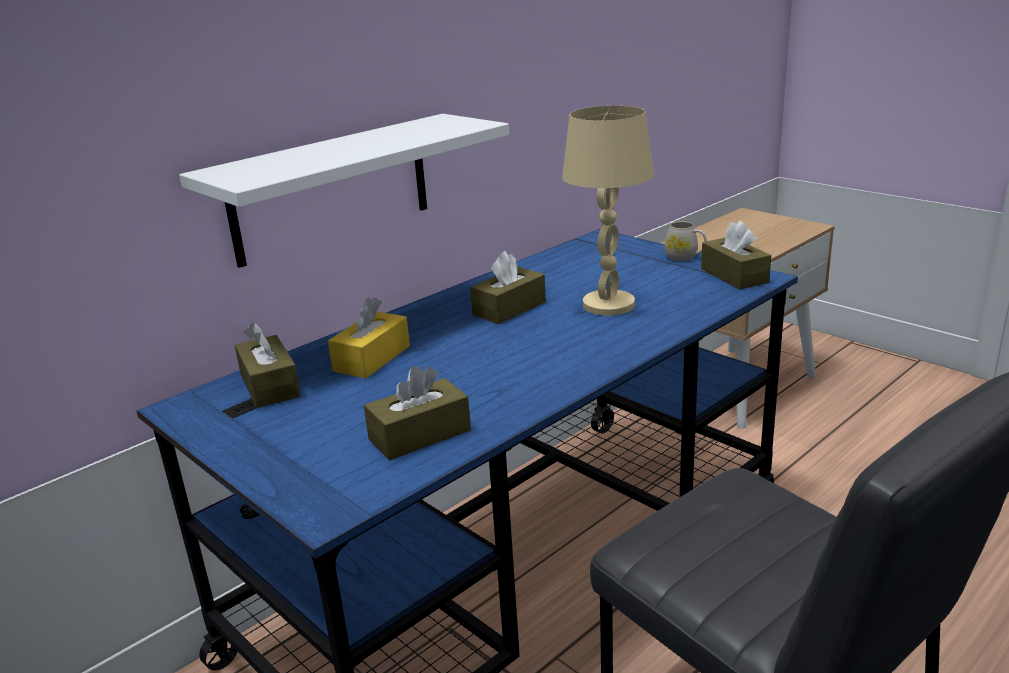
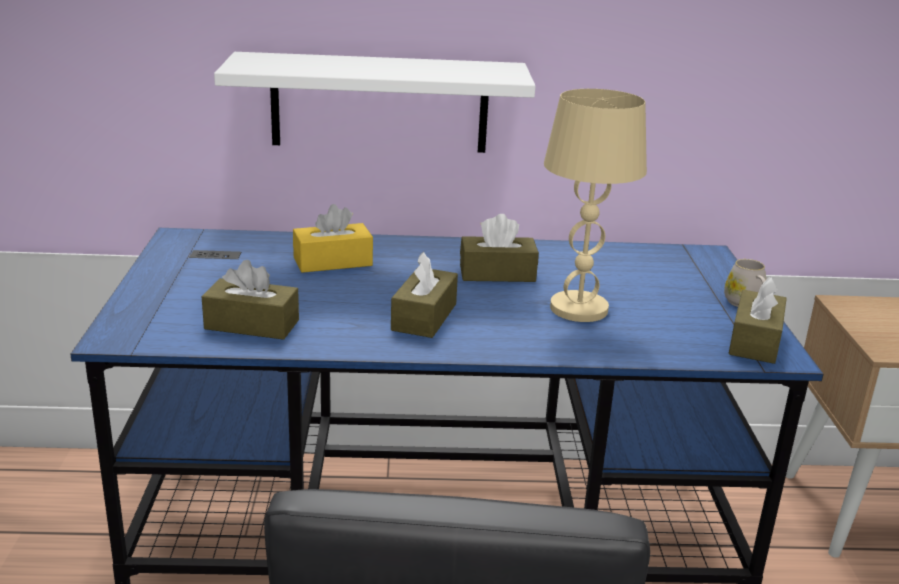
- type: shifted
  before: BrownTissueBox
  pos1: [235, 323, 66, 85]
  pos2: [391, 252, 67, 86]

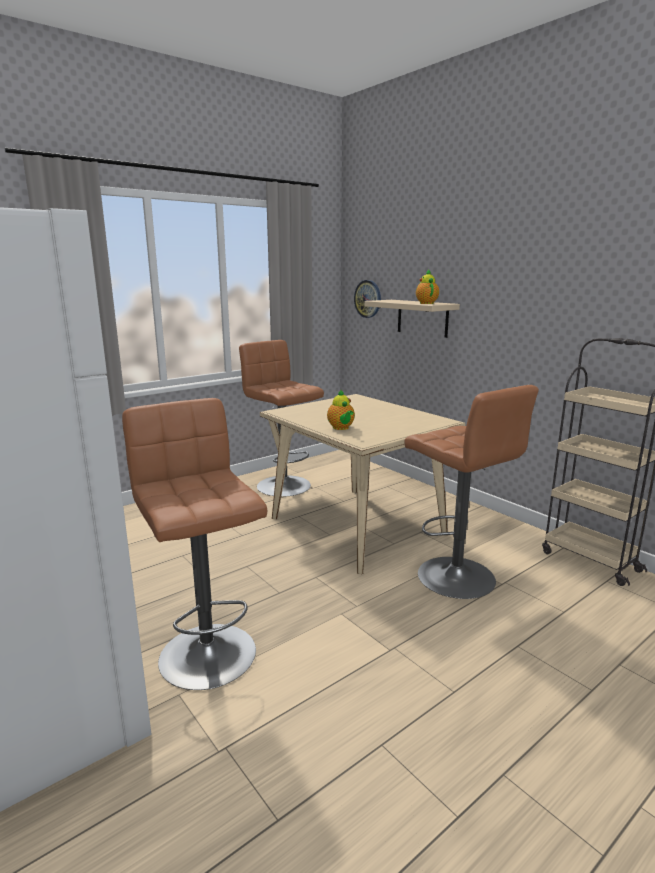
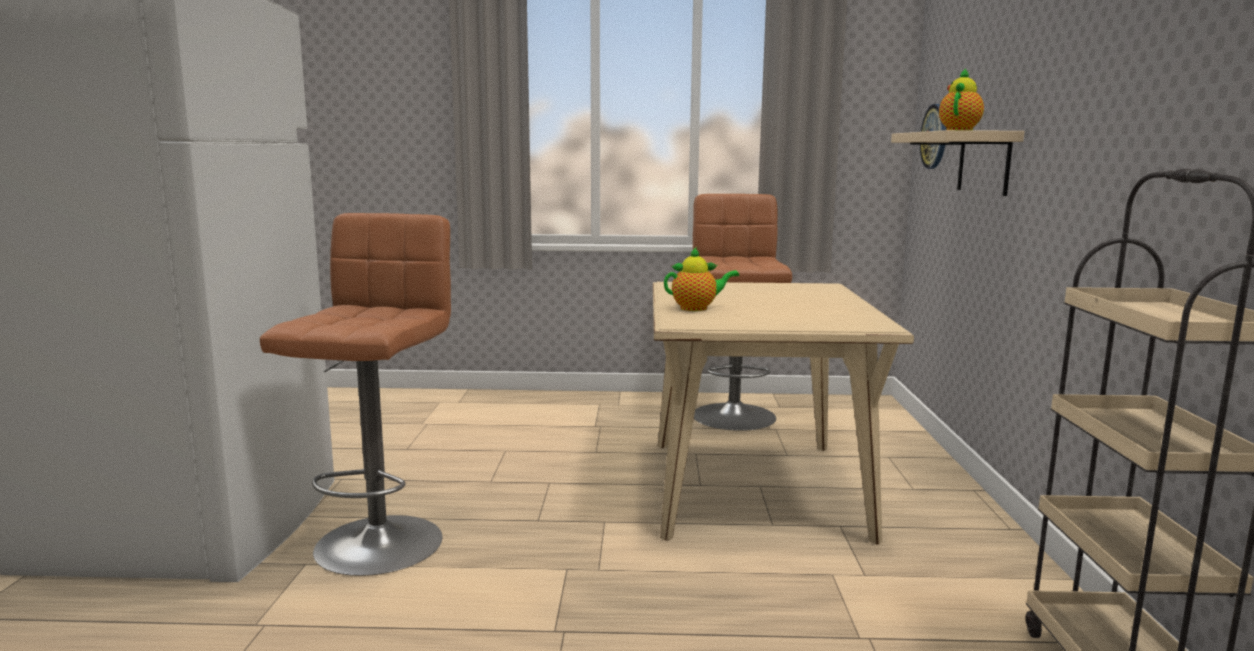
- type: rotated
  before: Teapot
  pos1: [327, 390, 28, 40]
  pos2: [664, 247, 75, 64]
  turn: -120
- type: gone
  before: BrownStool
  pos1: [405, 385, 134, 214]

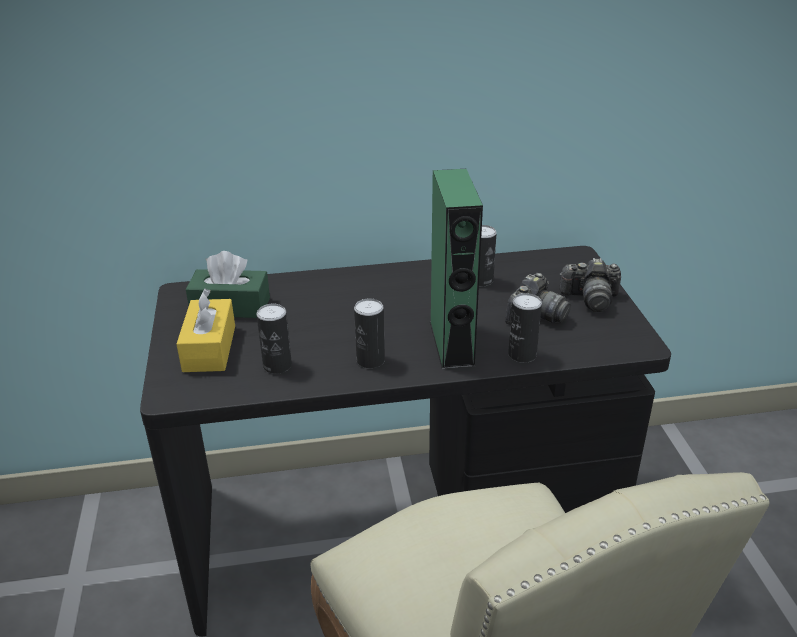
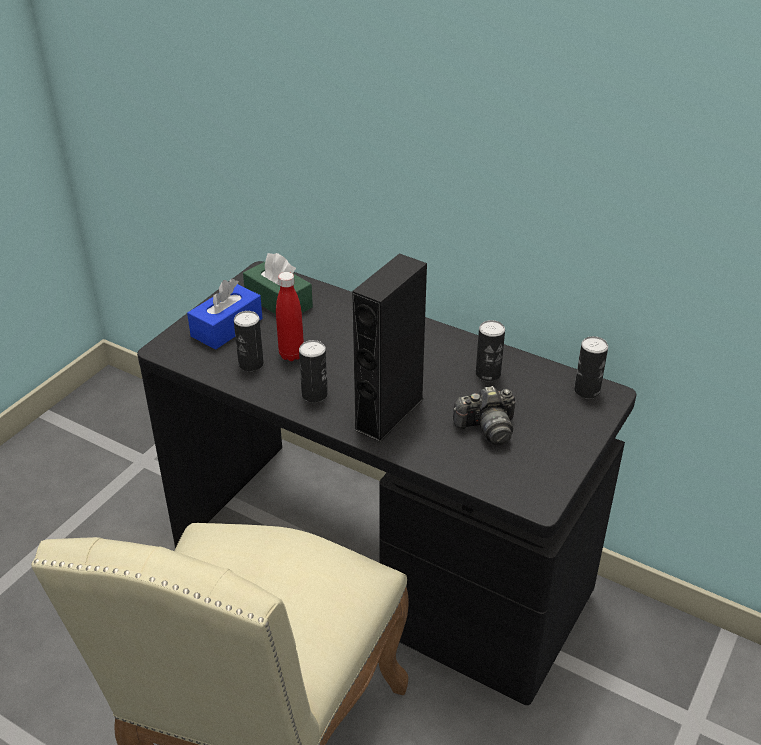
- type: repainted
  before: YellowTissueBox
  after: BlueTissueBox
  pos1: [176, 289, 59, 83]
  pos2: [187, 278, 76, 72]
- type: new
  after: RedBottle
  pos2: [276, 272, 28, 89]
- type: repainted
  before: GreenSpeaker
  after: BlackSpeaker
  pos1: [430, 169, 53, 200]
  pos2: [352, 253, 75, 189]
- type: shifted
  before: Can
  pos1: [508, 293, 34, 70]
  pos2: [574, 336, 34, 63]
- type: gone
  before: PhotoCamera
  pos1: [560, 258, 61, 54]

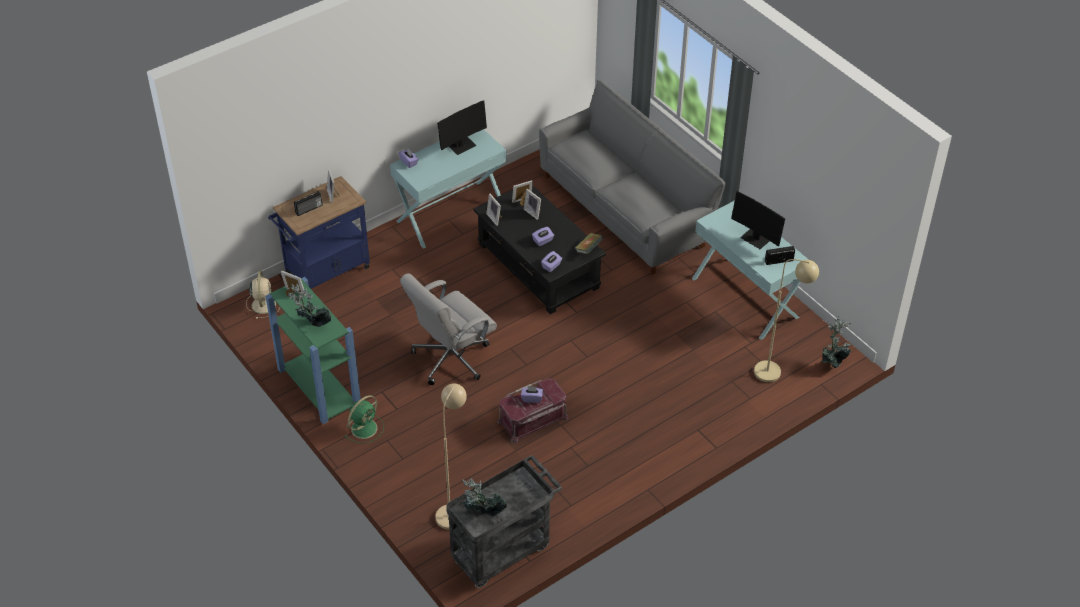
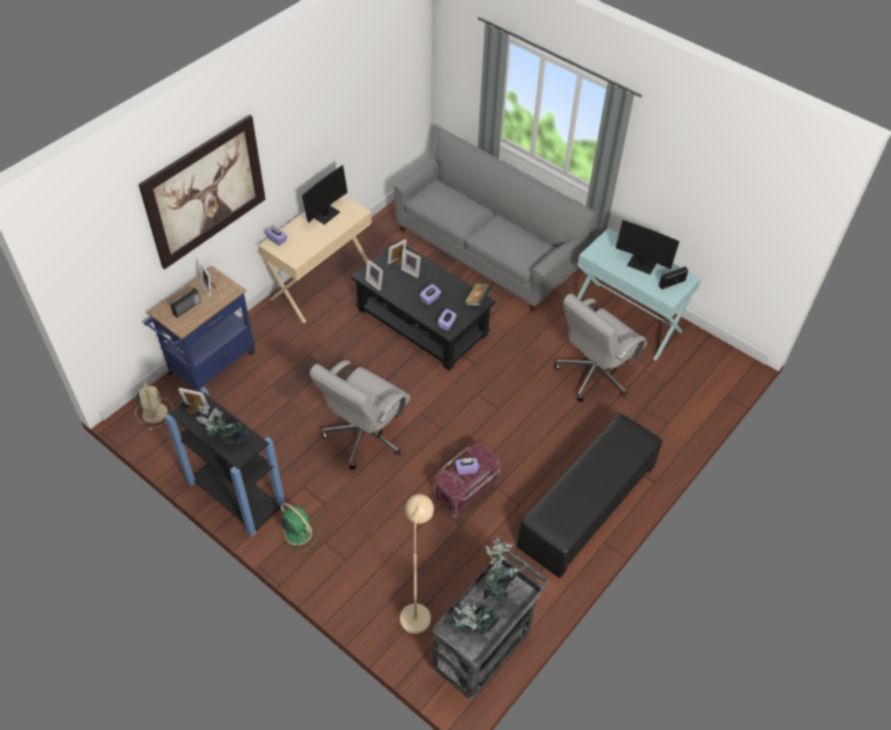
- type: new
  after: Picture
  pos2: [138, 114, 128, 155]
- type: repainted
  before: GreenBookcase
  after: BlackBookcase
  pos1: [265, 277, 96, 147]
  pos2: [165, 387, 120, 150]
- type: repainted
  before: TurquoiseDesk
  after: BeigeDesk
  pos1: [390, 129, 116, 120]
  pos2: [258, 196, 114, 127]
- type: rotated
  before: GreenFan
  pos1: [345, 395, 39, 49]
  pos2: [276, 502, 43, 49]
  turn: -75
- type: shifted
  before: PottedPlant
  pos1: [820, 316, 31, 52]
  pos2: [484, 537, 35, 63]
- type: new
  after: BlackBench
  pos2: [517, 414, 145, 164]
- type: new
  after: GreyOfficeChair
  pos2: [555, 294, 92, 108]
- type: gone
  before: BeigeFloorLamp
  pos1: [754, 259, 65, 123]

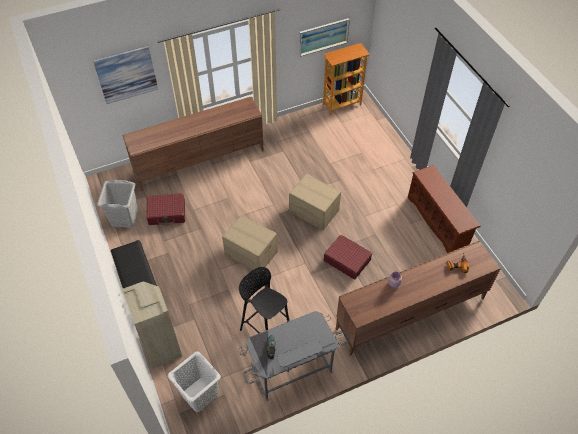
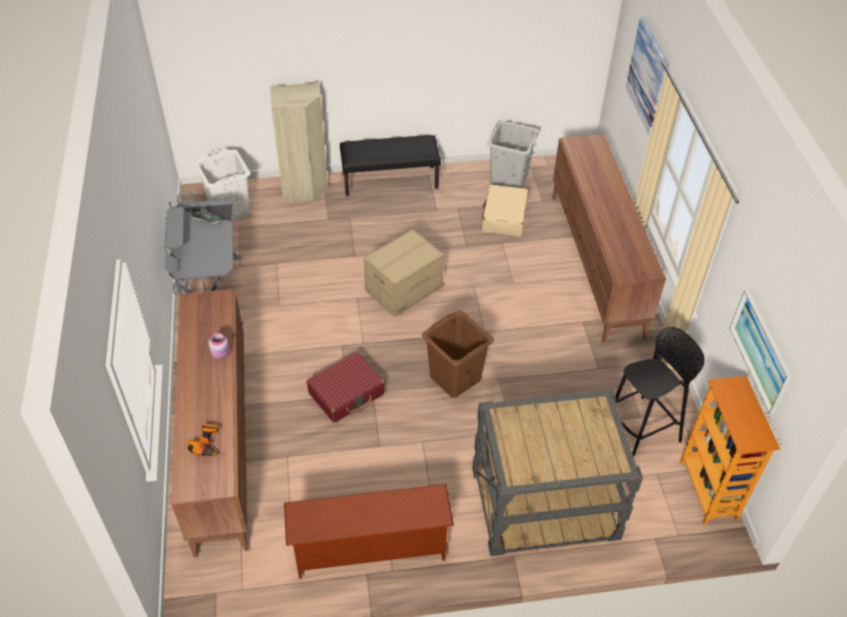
- type: swapped
  before: CardboardBox
  after: BrownLaundryBasket
  pos1: [289, 174, 52, 56]
  pos2: [422, 311, 72, 87]
- type: new
  after: Bookcase
  pos2: [472, 389, 171, 167]
- type: repainted
  before: RedSuitcase
  after: BeigeSuitcase
  pos1: [146, 193, 39, 33]
  pos2: [482, 185, 46, 52]
- type: shifted
  before: BlackStool
  pos1: [239, 267, 51, 66]
  pos2: [615, 327, 90, 130]

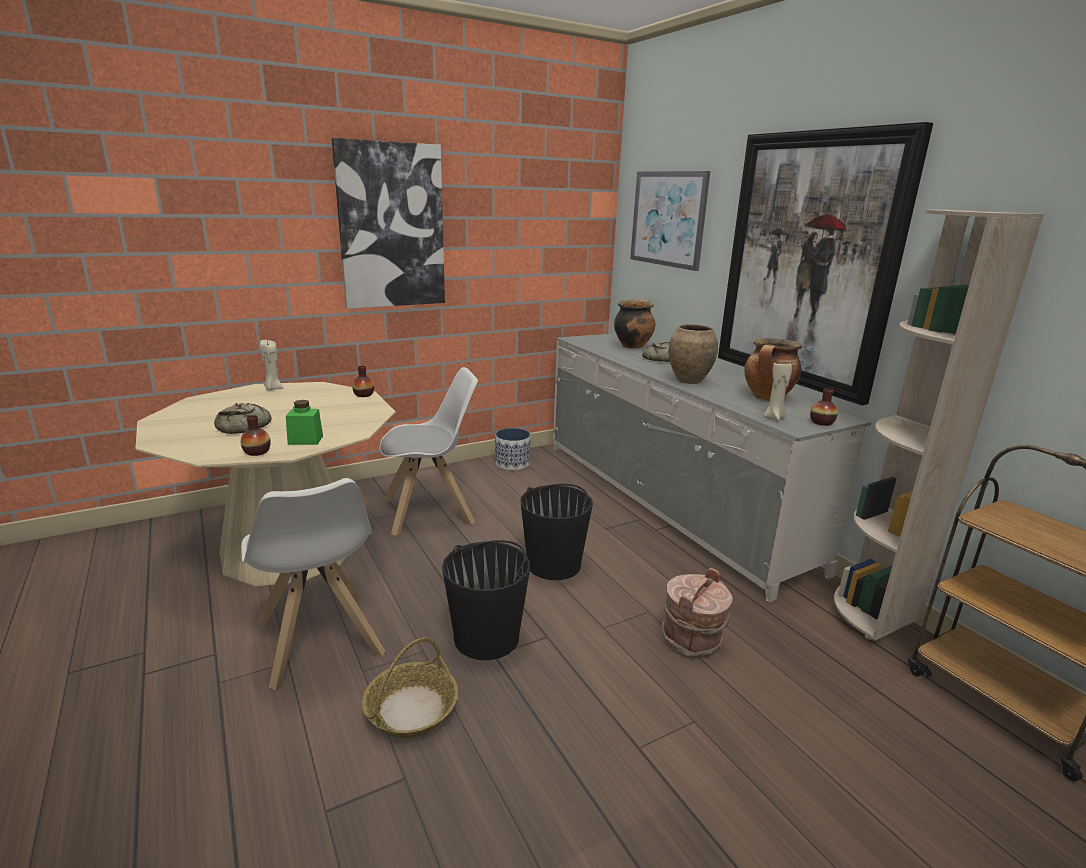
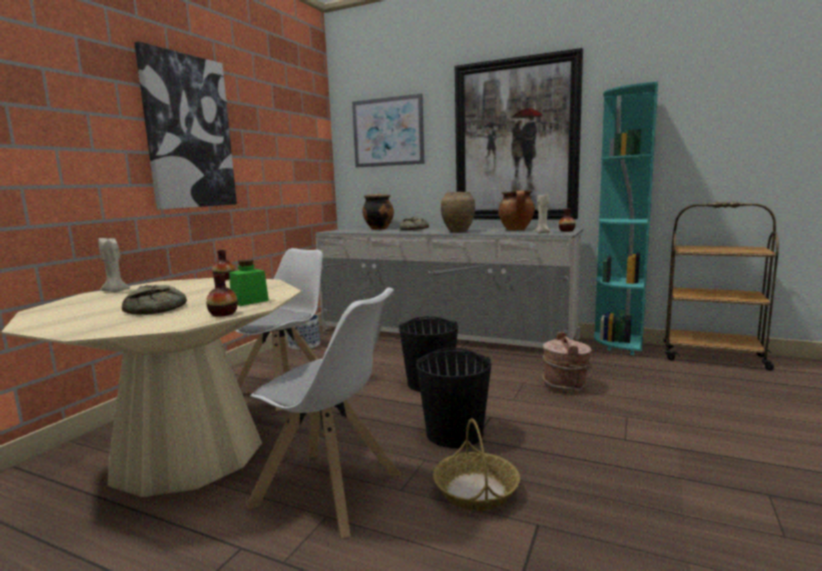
- type: repainted
  before: BeigeBookcase
  after: TurquoiseBookcase
  pos1: [834, 209, 210, 431]
  pos2: [594, 81, 64, 274]

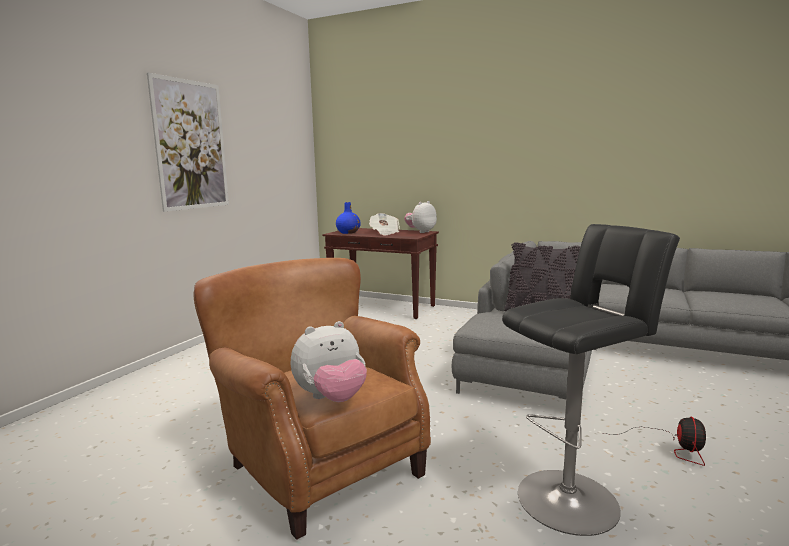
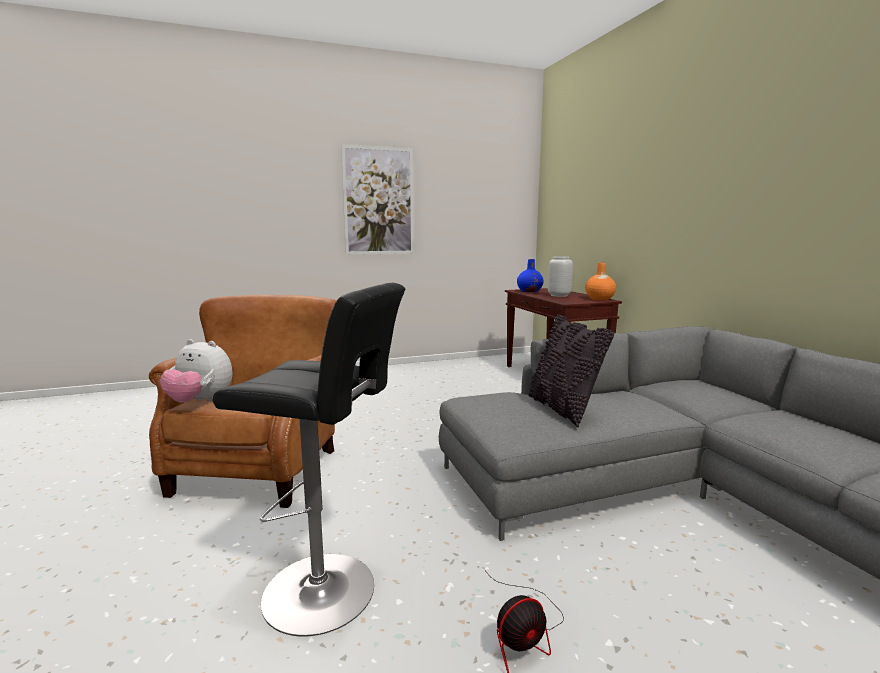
- type: swapped
  before: Newspaper
  after: GreyVase
  pos1: [369, 213, 31, 22]
  pos2: [548, 257, 25, 40]
- type: swapped
  before: PlushToy
  after: OrangeVase
  pos1: [404, 201, 33, 32]
  pos2: [585, 263, 31, 38]

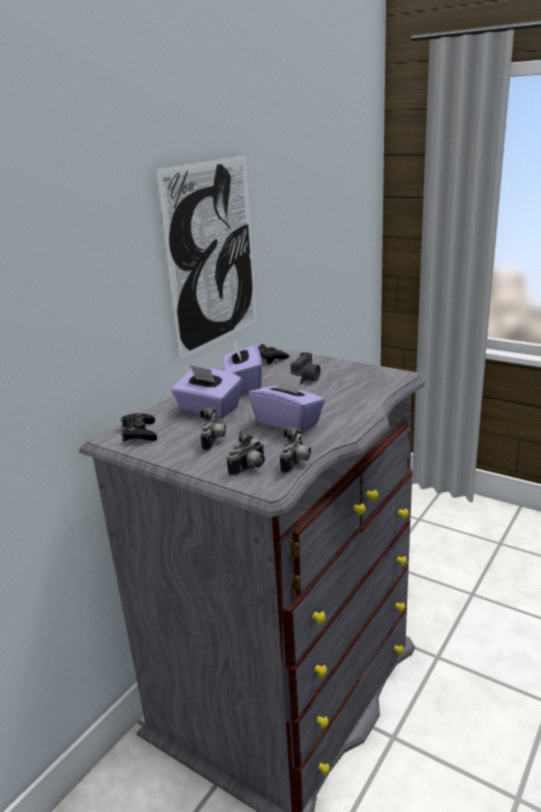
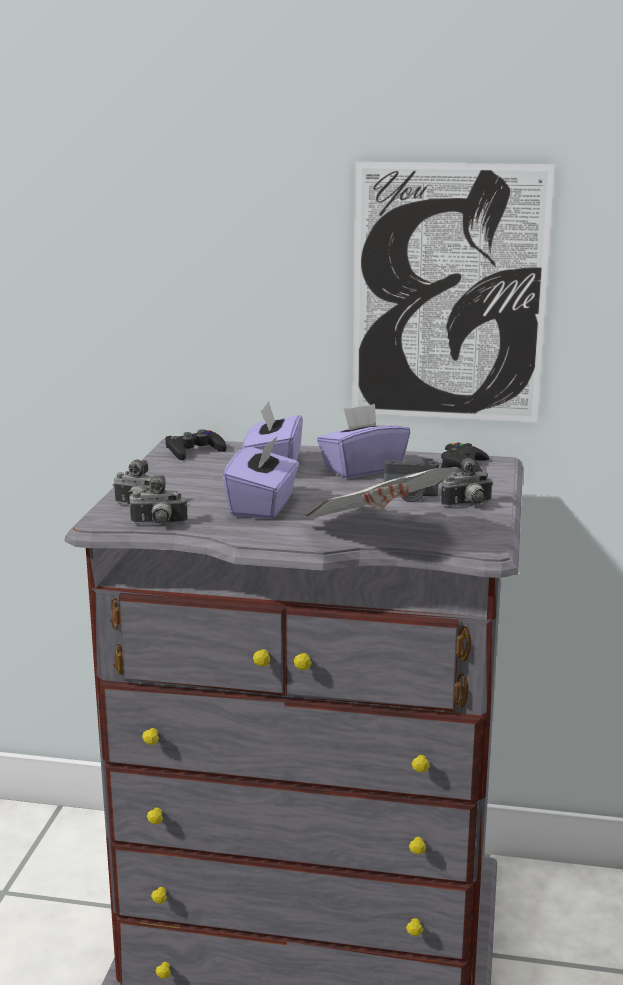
- type: new
  after: Newspaper
  pos2: [300, 467, 158, 52]
- type: shifted
  before: PhotoCamera
  pos1: [199, 408, 27, 43]
  pos2: [441, 458, 53, 49]

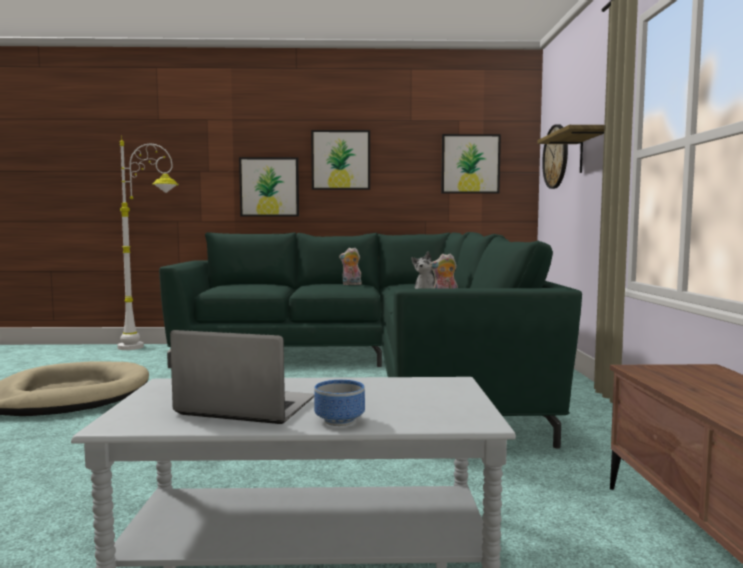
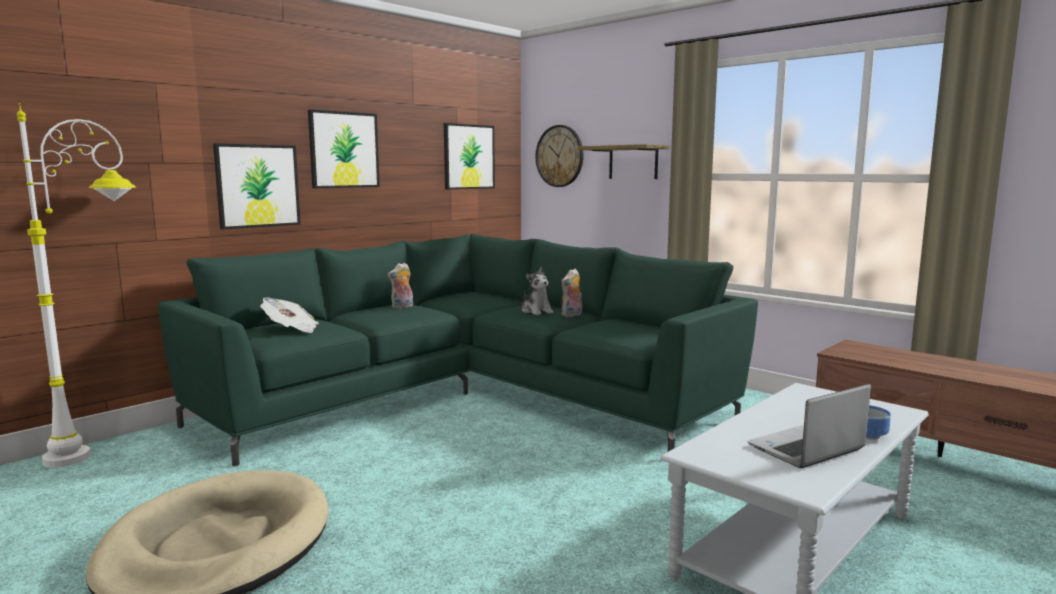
- type: new
  after: Newspaper
  pos2: [260, 297, 59, 36]

